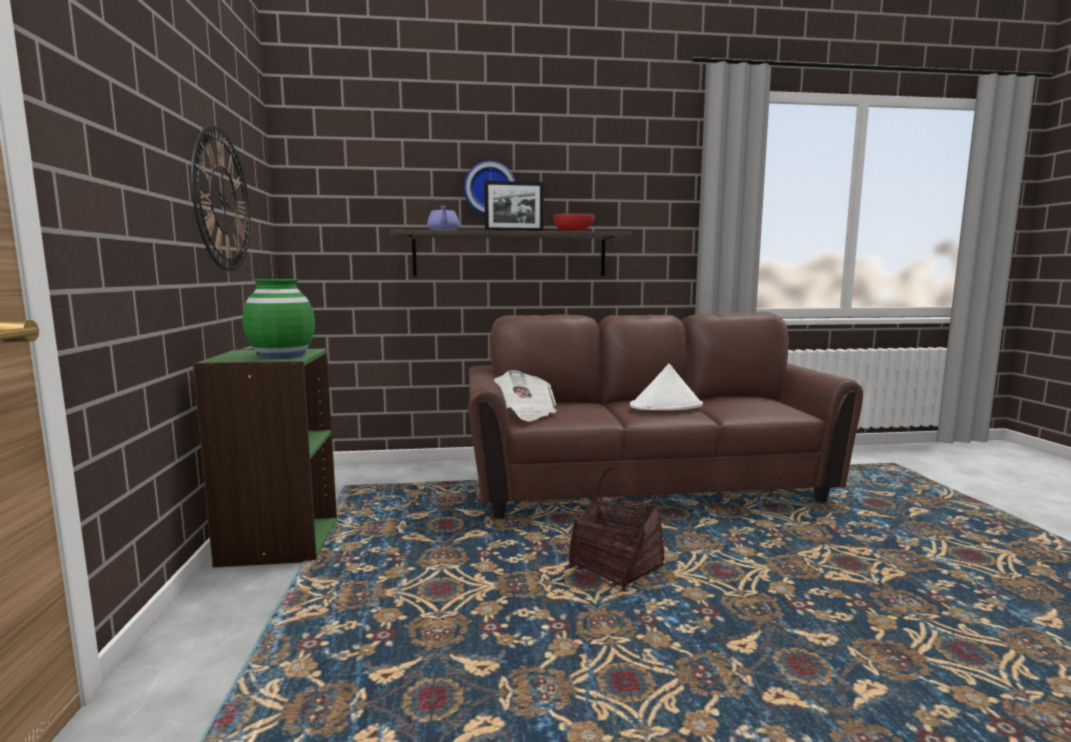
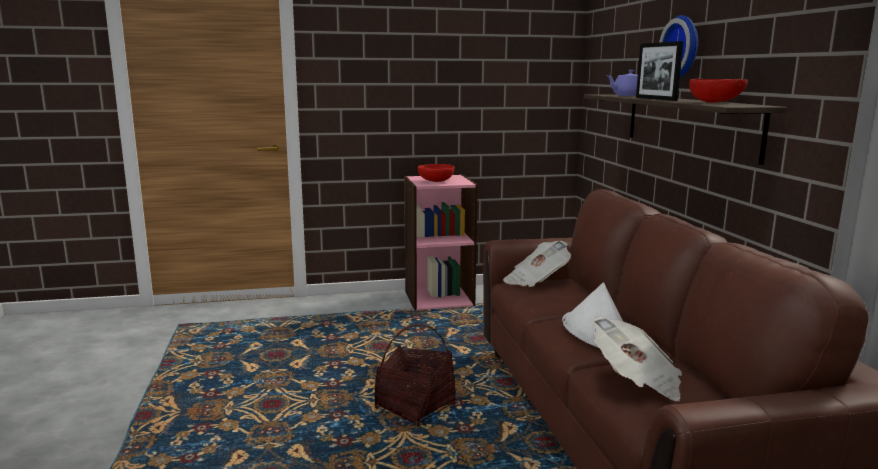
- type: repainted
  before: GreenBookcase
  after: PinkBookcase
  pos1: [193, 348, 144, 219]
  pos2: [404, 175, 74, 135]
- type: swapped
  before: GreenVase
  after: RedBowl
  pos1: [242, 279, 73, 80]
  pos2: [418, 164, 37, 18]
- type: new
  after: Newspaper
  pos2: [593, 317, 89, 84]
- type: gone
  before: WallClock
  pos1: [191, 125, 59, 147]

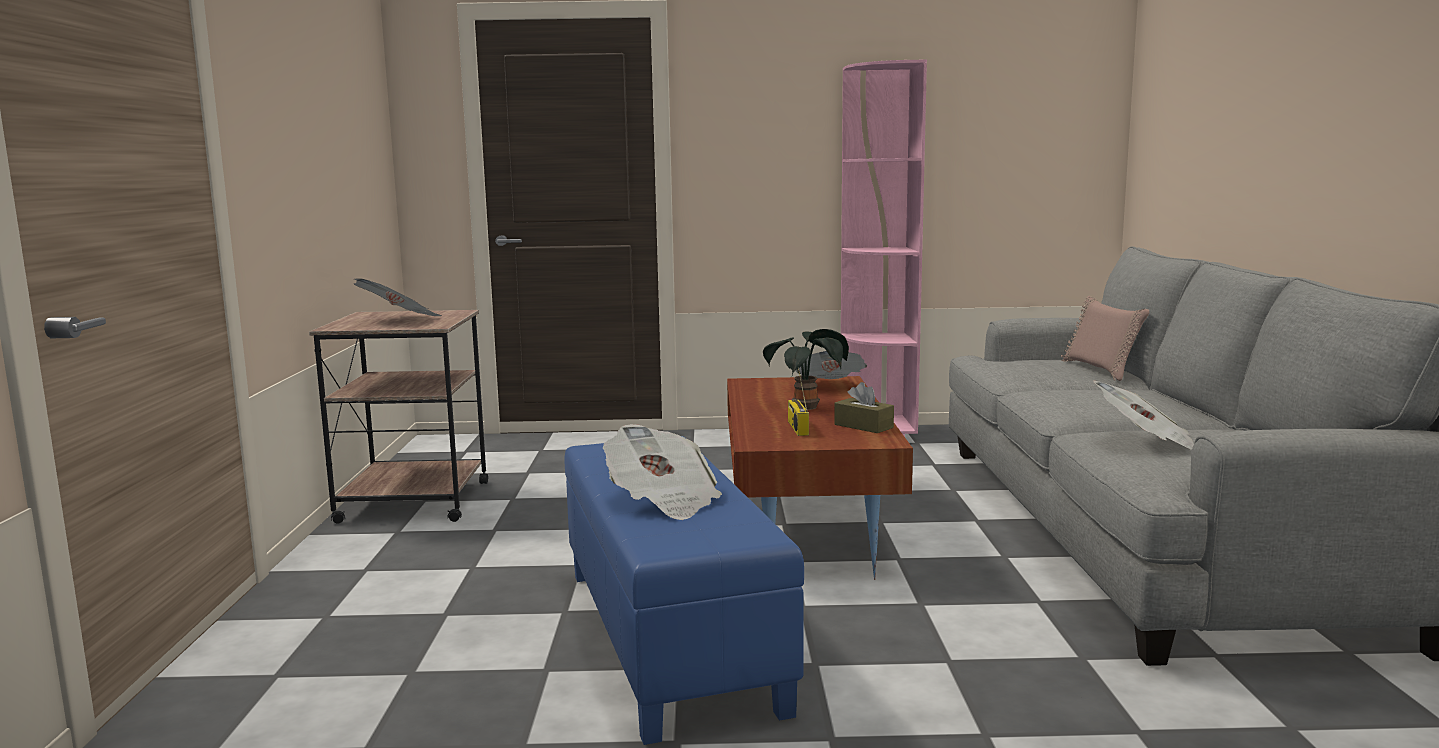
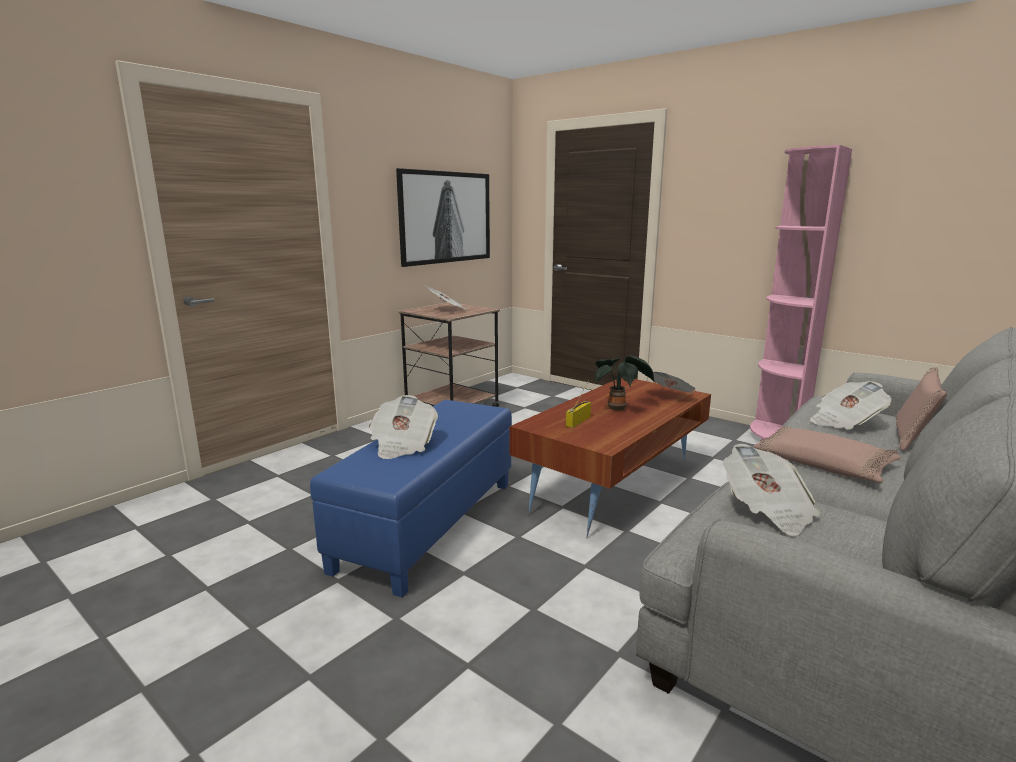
- type: new
  after: Picture
  pos2: [396, 168, 94, 99]
- type: new
  after: BeigePillow
  pos2: [754, 426, 147, 57]
- type: new
  after: Newspaper
  pos2: [810, 381, 82, 48]
- type: gone
  before: BrownTissueBox
  pos1: [834, 382, 60, 51]

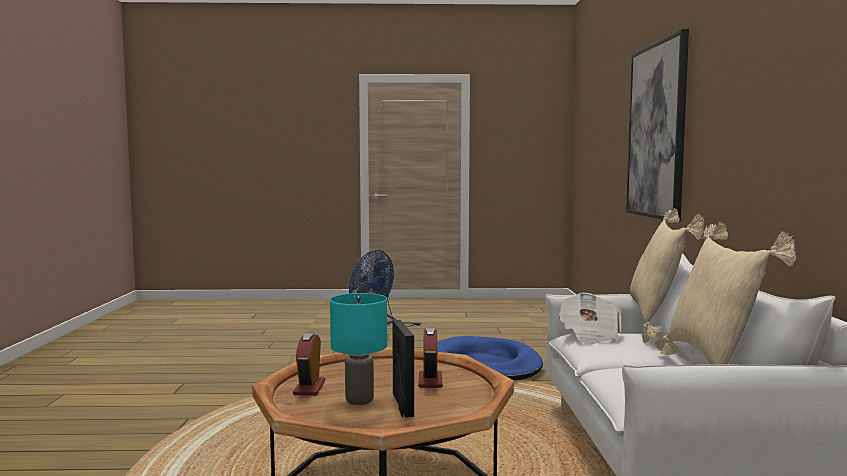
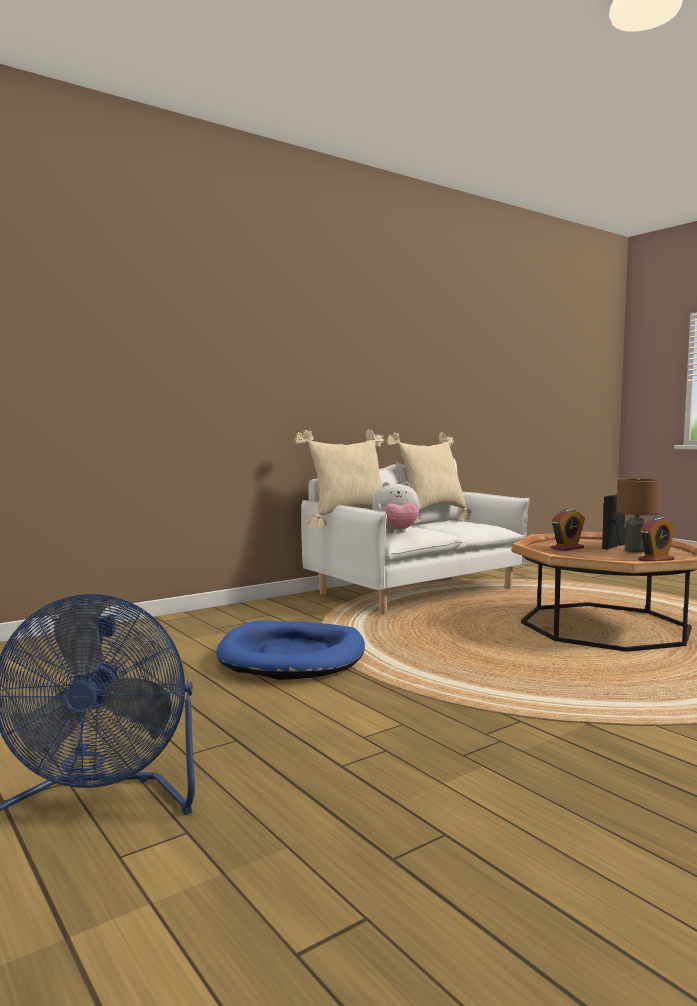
- type: swapped
  before: Newspaper
  after: PlushToy
  pos1: [558, 293, 63, 51]
  pos2: [372, 482, 48, 51]
- type: repainted
  before: TurquoiseTableLamp
  after: BrownTableLamp
  pos1: [330, 293, 57, 112]
  pos2: [616, 478, 44, 75]
- type: gone
  before: Picture
  pos1: [626, 29, 63, 193]

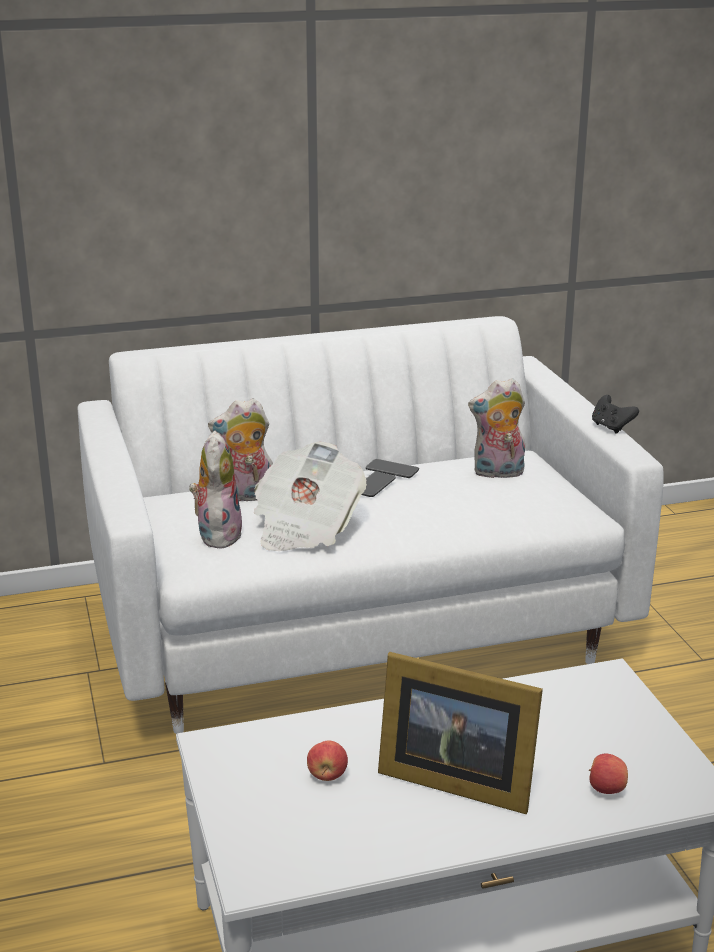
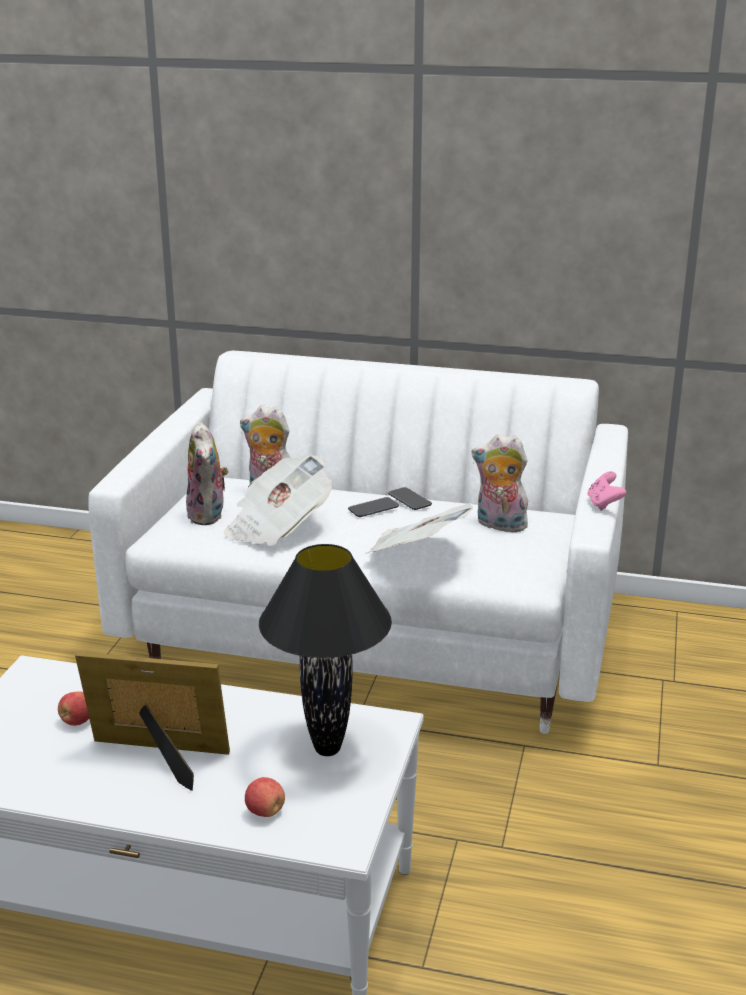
- type: rotated
  before: PictureFrame
  pos1: [378, 652, 165, 162]
  pos2: [75, 652, 155, 139]
  turn: 135
- type: rotated
  before: PlushToy
  pos1: [189, 431, 53, 118]
  pos2: [186, 422, 43, 103]
  turn: 135
- type: new
  after: BlackTableLamp
  pos2: [259, 544, 133, 212]
- type: new
  after: Newspaper
  pos2: [365, 502, 109, 52]
- type: repainted
  before: BlackGameController
  after: PinkGameController
  pos1: [592, 395, 47, 38]
  pos2: [587, 471, 39, 40]

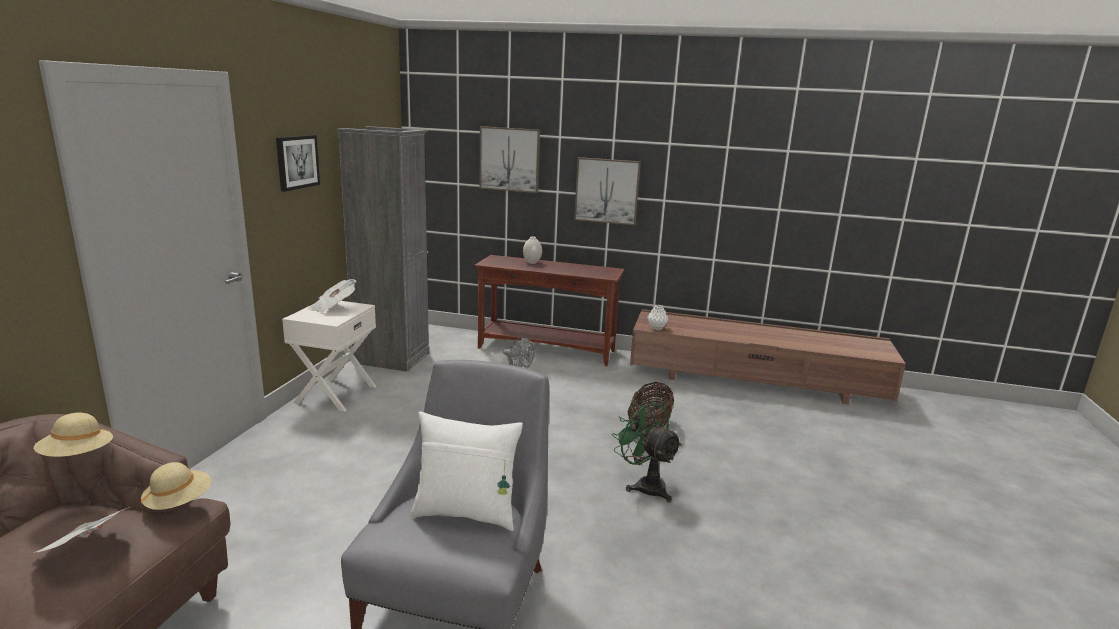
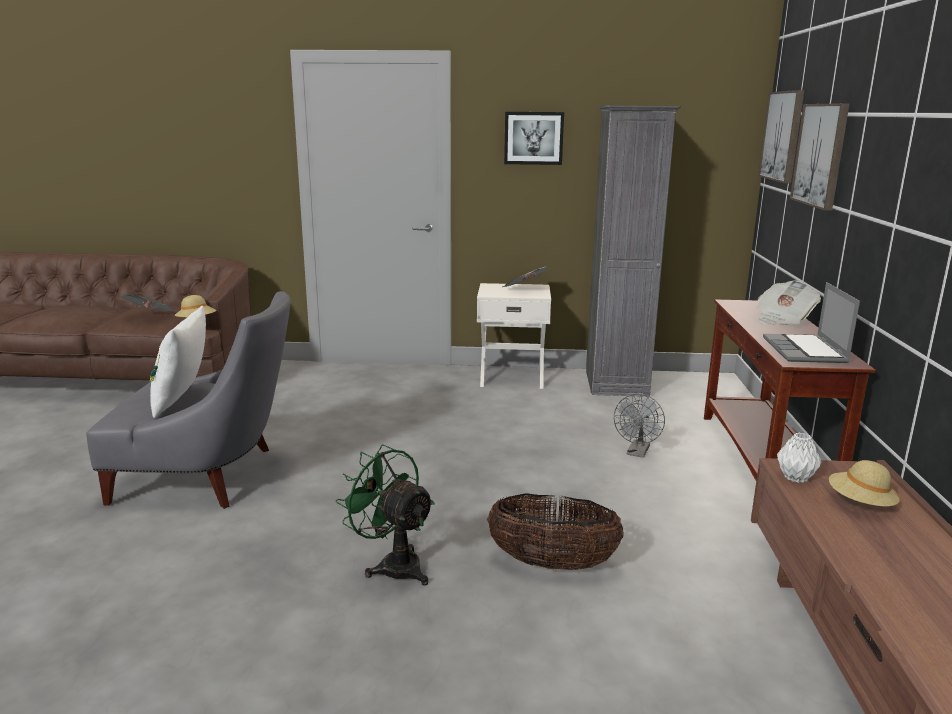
- type: rotated
  before: GreenFan
  pos1: [612, 399, 70, 104]
  pos2: [336, 445, 99, 140]
  turn: -90
- type: swapped
  before: WhiteVase
  after: Newspaper
  pos1: [523, 236, 19, 28]
  pos2: [756, 280, 65, 45]
- type: shifted
  before: Picture
  pos1: [574, 157, 67, 68]
  pos2: [758, 90, 46, 94]
- type: new
  after: Laptop
  pos2: [763, 282, 97, 81]
- type: shifted
  before: BeigeHat
  pos1: [34, 413, 79, 44]
  pos2: [829, 460, 71, 50]

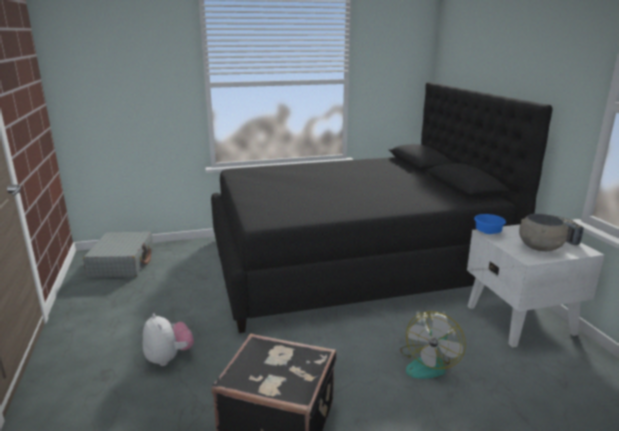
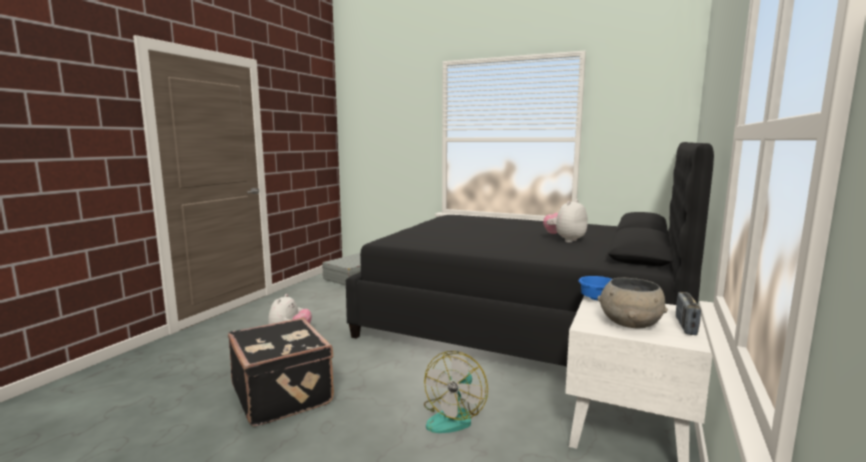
- type: rotated
  before: Fan
  pos1: [400, 311, 66, 68]
  pos2: [424, 351, 64, 82]
  turn: -45
- type: new
  after: PlushToy
  pos2: [543, 199, 45, 44]

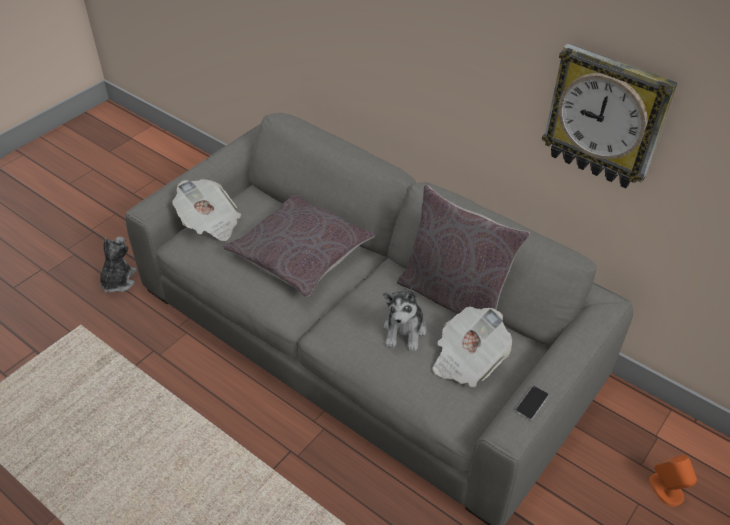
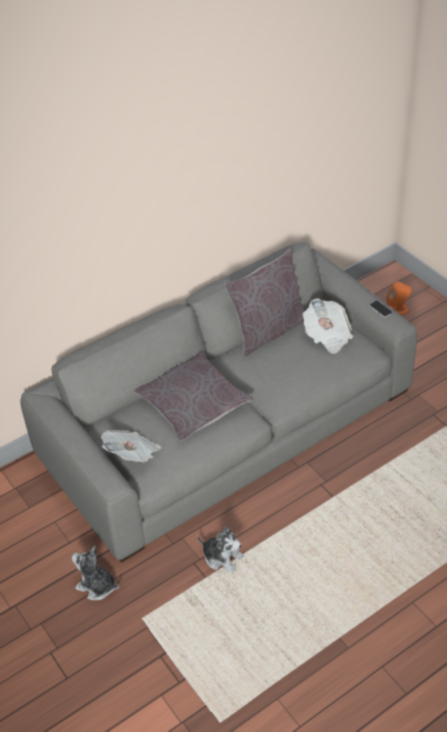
- type: shifted
  before: PlushToy
  pos1: [383, 287, 43, 64]
  pos2: [197, 526, 47, 47]
- type: gone
  before: WallClock
  pos1: [542, 44, 136, 144]

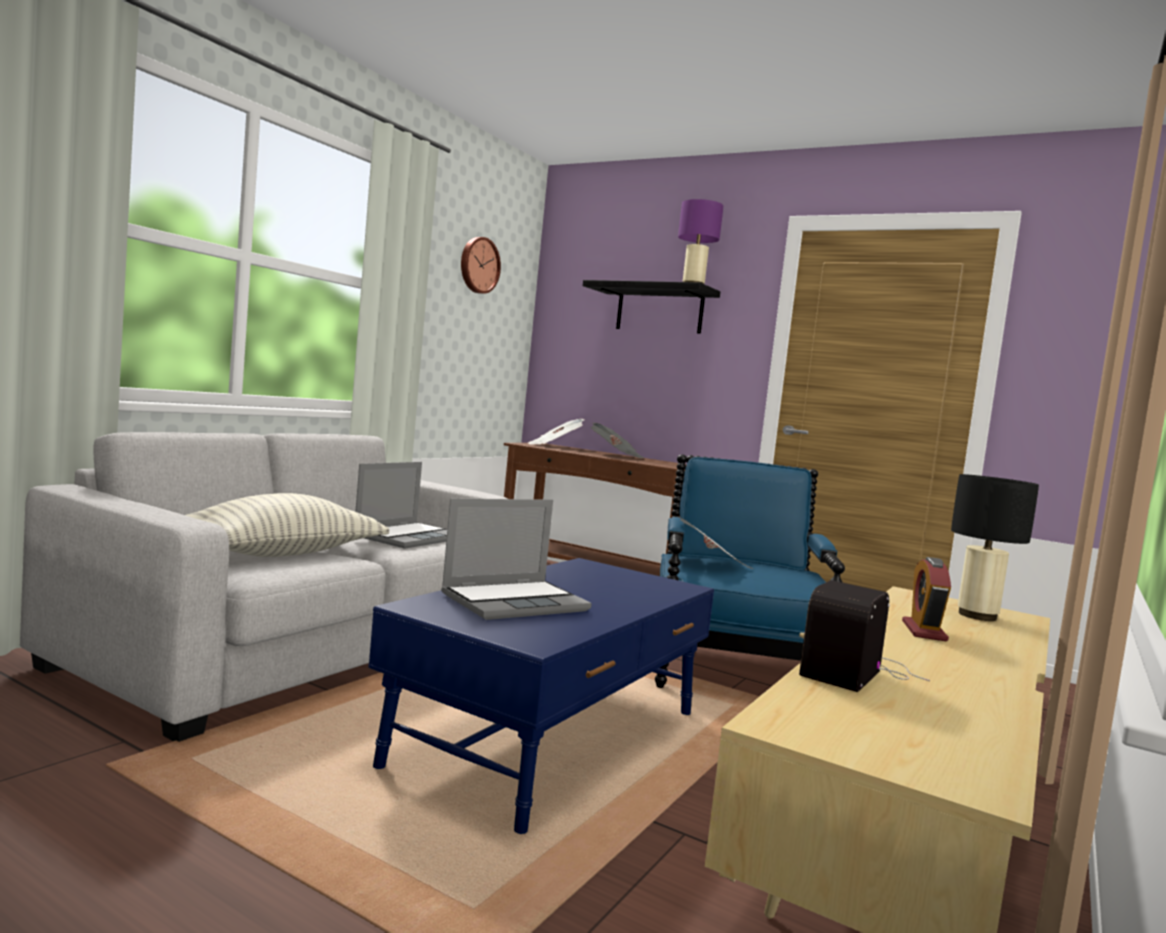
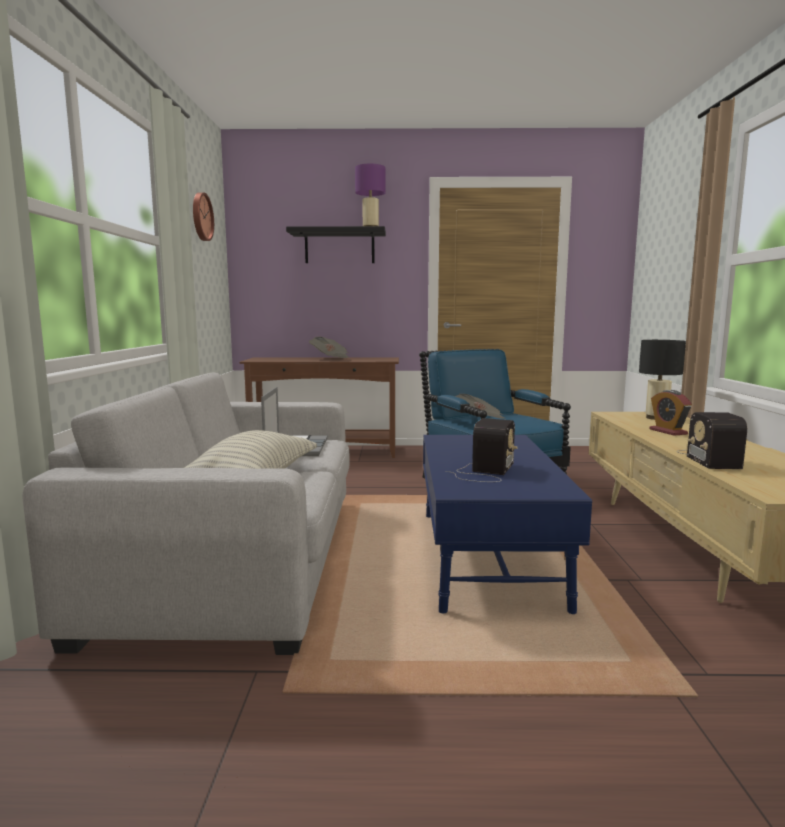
- type: swapped
  before: Laptop
  after: Radio
  pos1: [441, 499, 151, 121]
  pos2: [445, 418, 73, 64]
- type: gone
  before: Newspaper
  pos1: [528, 419, 56, 26]

